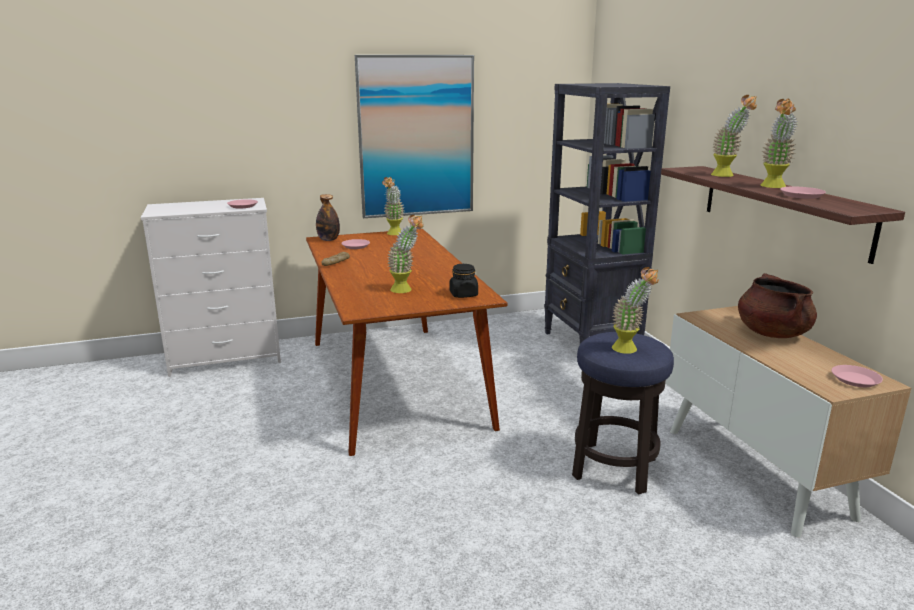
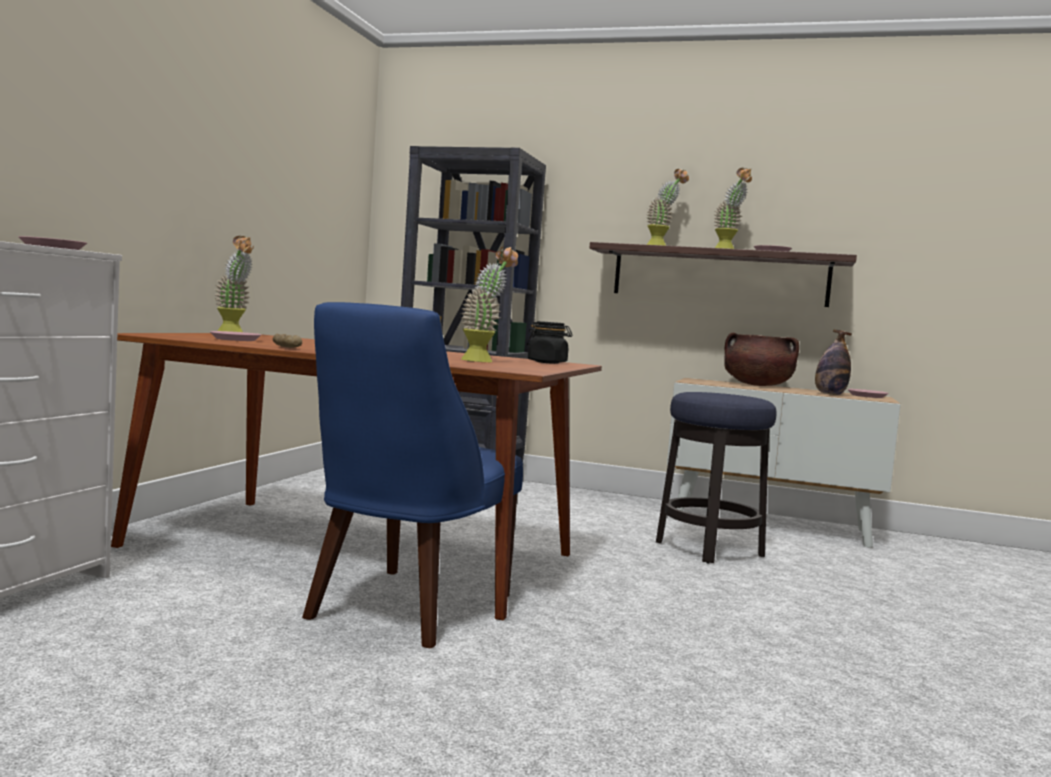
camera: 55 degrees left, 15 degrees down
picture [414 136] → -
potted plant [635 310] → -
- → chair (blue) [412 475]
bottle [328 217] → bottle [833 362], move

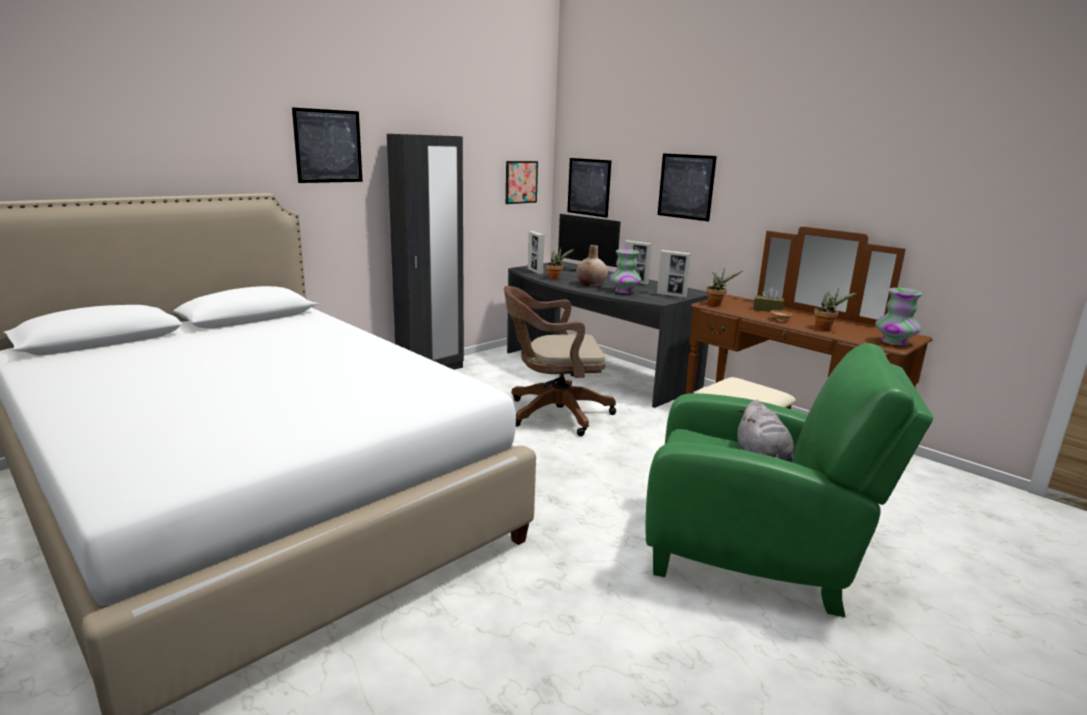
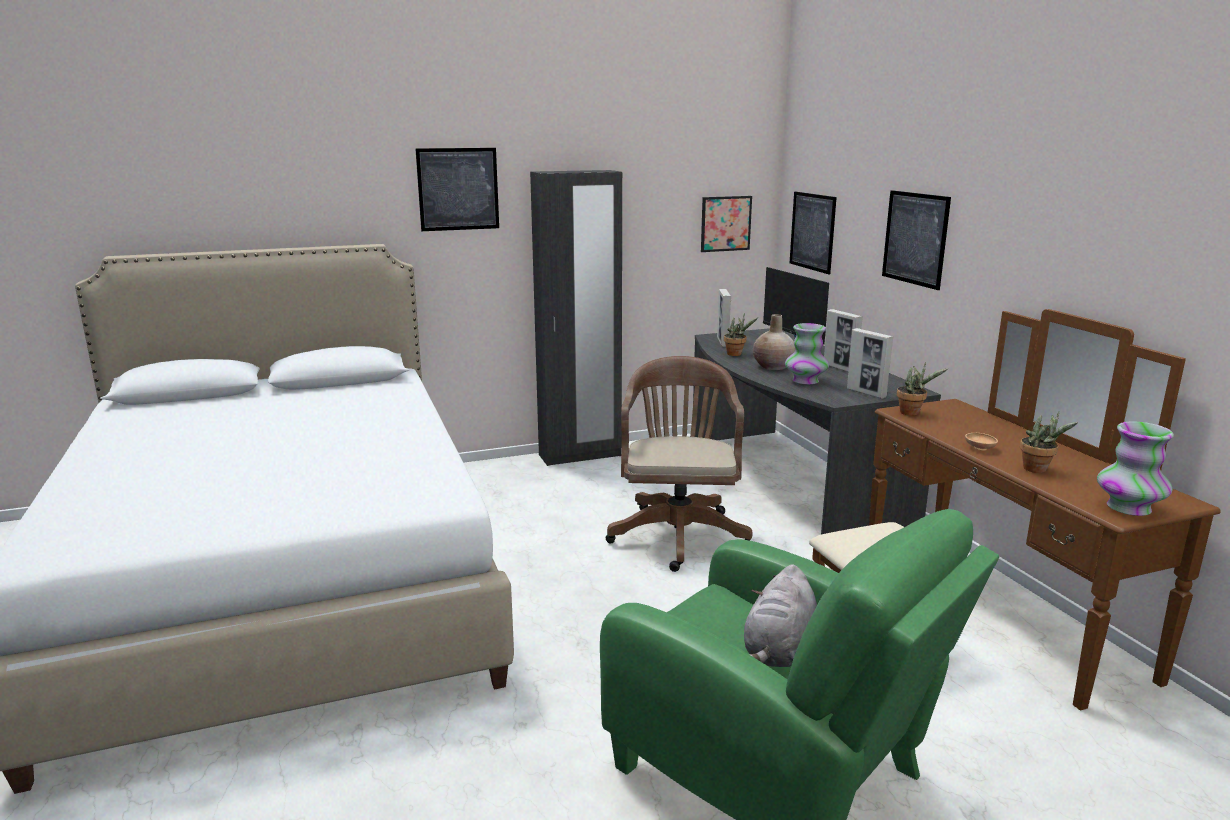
camera: 25 degrees right, 0 degrees up
tissue box (brown) [768 299] → -
office chair (brown) [560 361] → office chair (brown) [679 464], 75 degrees clockwise

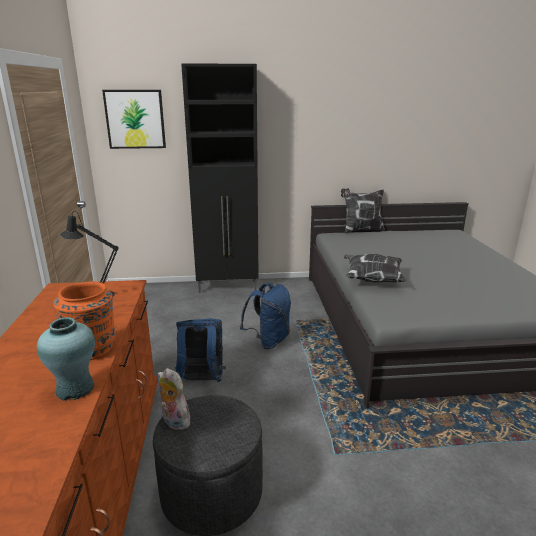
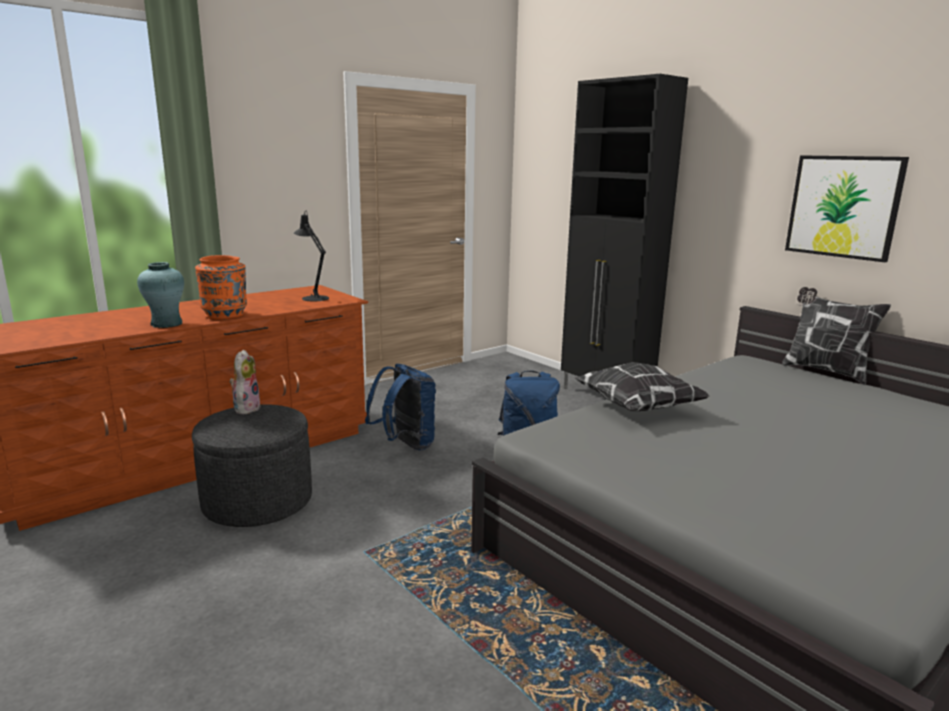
camera: 55 degrees right, 5 degrees down
picture [134 119] → picture [847 208], move

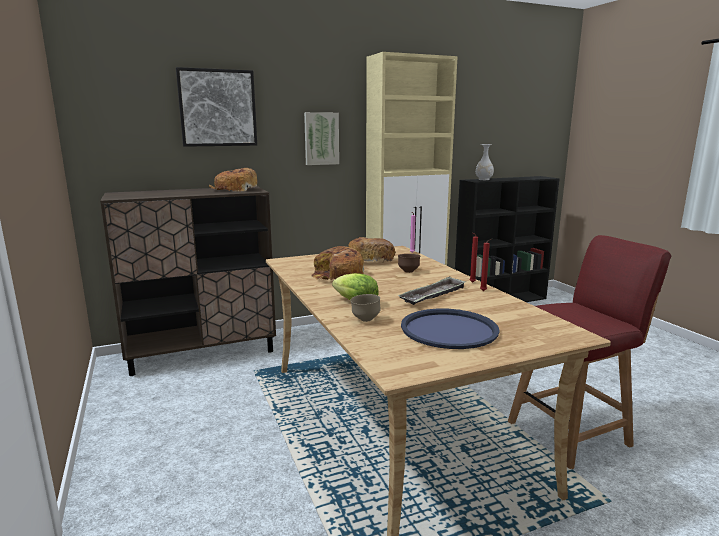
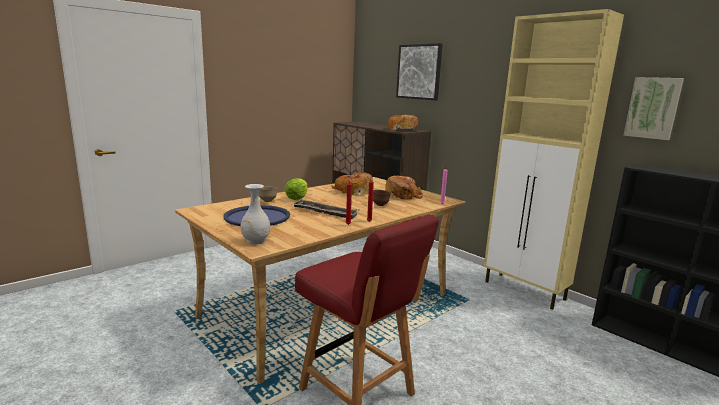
camera: 70 degrees right, 0 degrees up
picture [321 138] → picture [653 108], move
vase (white) [485 162] → vase (white) [255 214], move

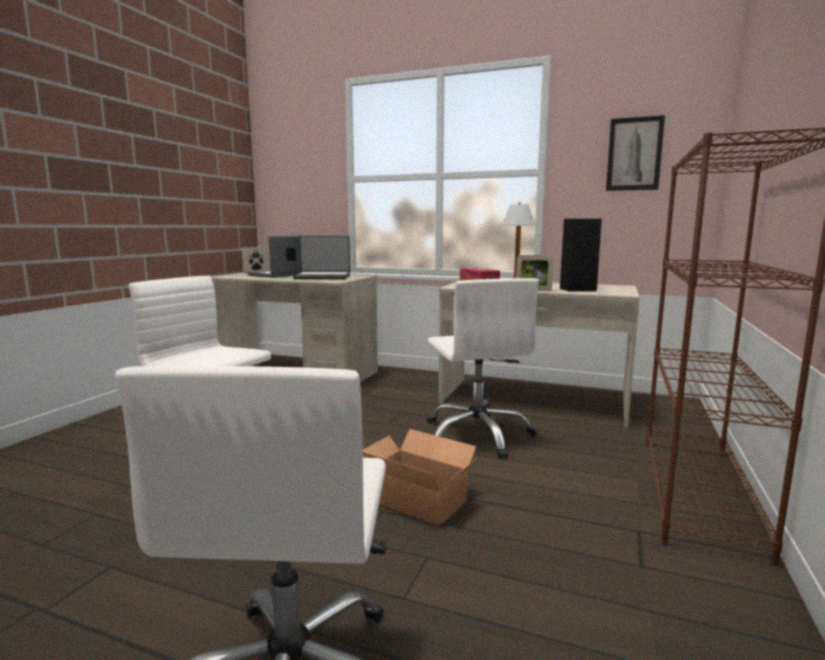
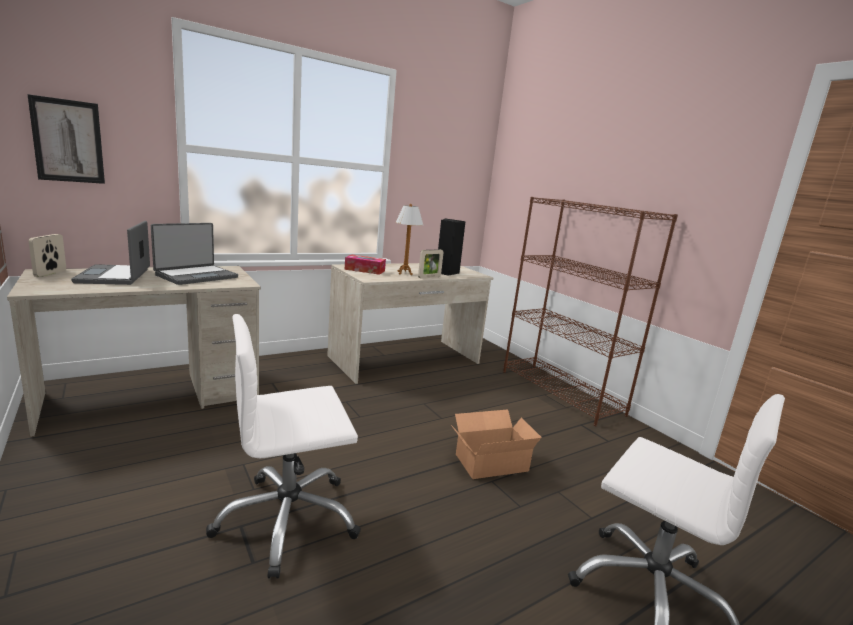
camera: 55 degrees left, 5 degrees up
office chair (white) [483 368] → -
picture [635 153] → picture [66 139], move

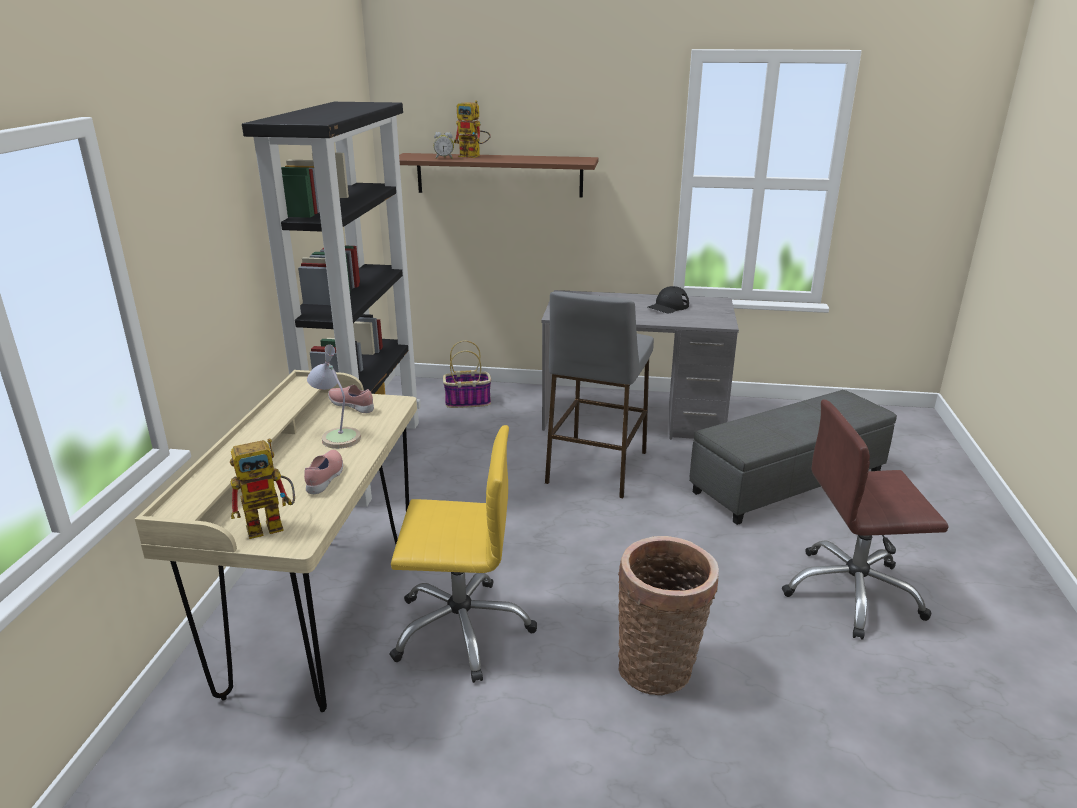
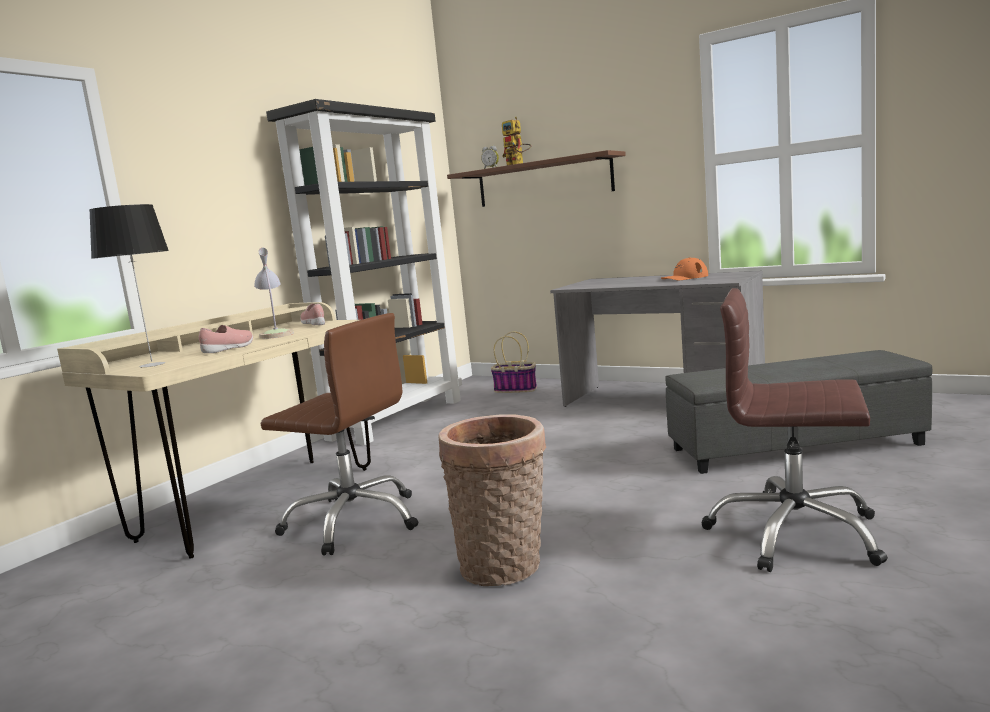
camera: 25 degrees right, 15 degrees down
stool (grey) [599 394] → -
toy robot [262 489] → table lamp [129 286]
office chair (yellow) [463 554] → office chair (brown) [339 434]
cap (black) [668 299] → cap (orange) [684 268]

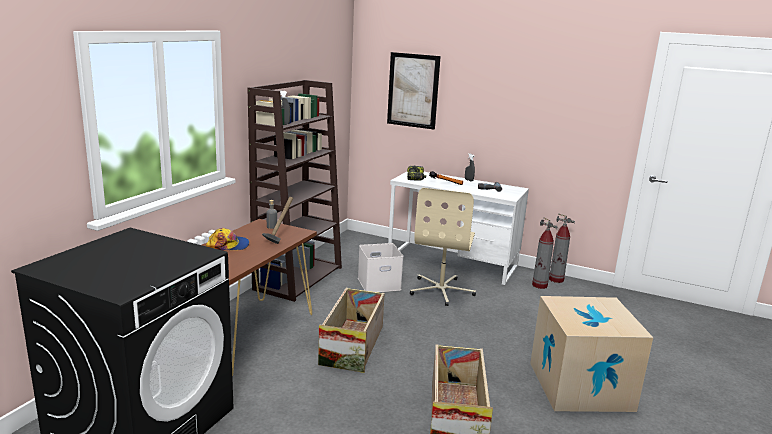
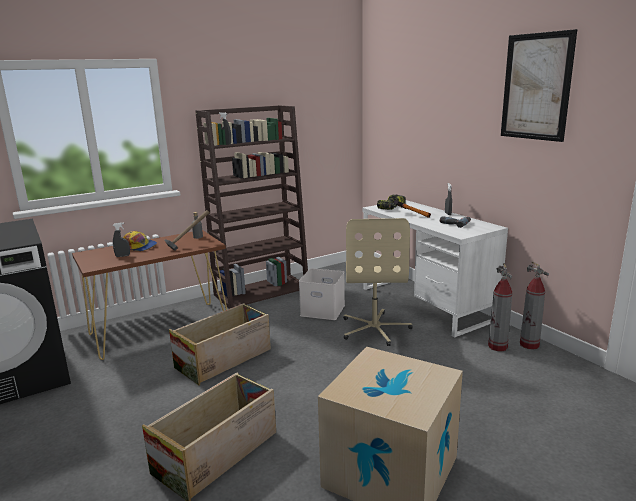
camera: 35 degrees right, 0 degrees up
- → spray bottle (grey) [121 239]
picture [414 91] → picture [539 85], move
office chair (beige) [443 247] → office chair (beige) [378 282], 45 degrees counterclockwise

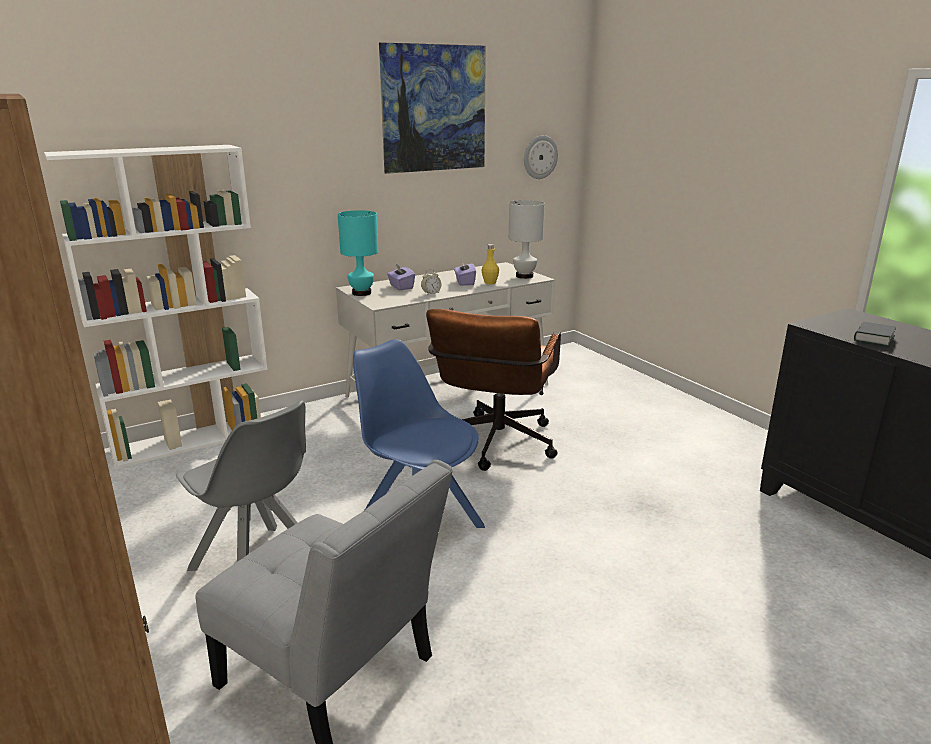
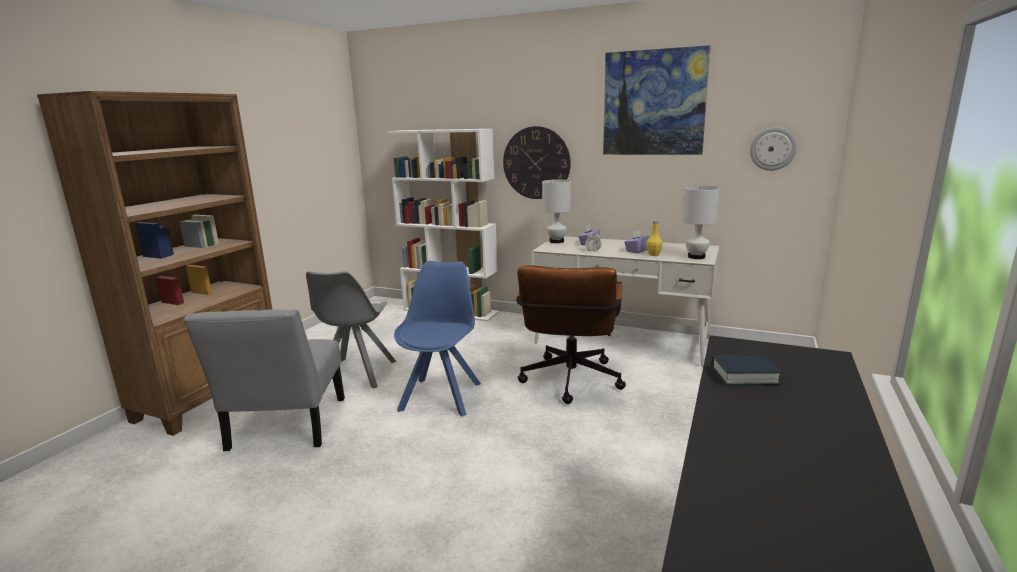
camera: 55 degrees right, 5 degrees down
- → wall clock [537 162]
table lamp (turquoise) [358 253] → table lamp (white) [556 211]
office chair (brown) [493 390] → office chair (brown) [571 334], 60 degrees counterclockwise

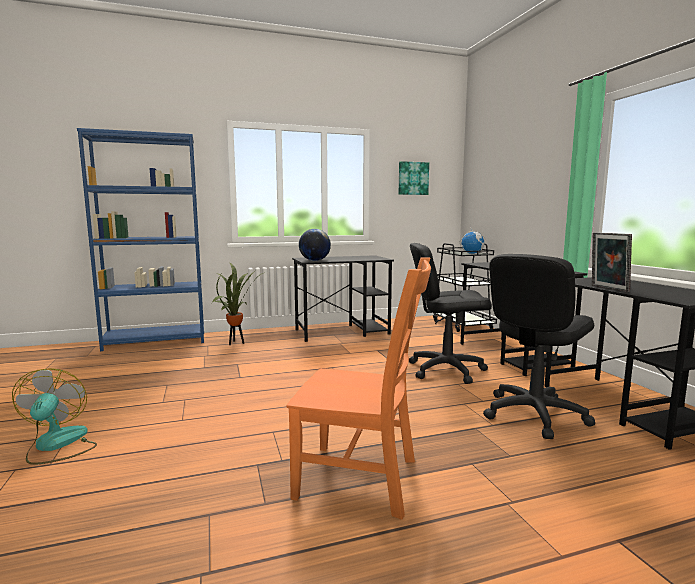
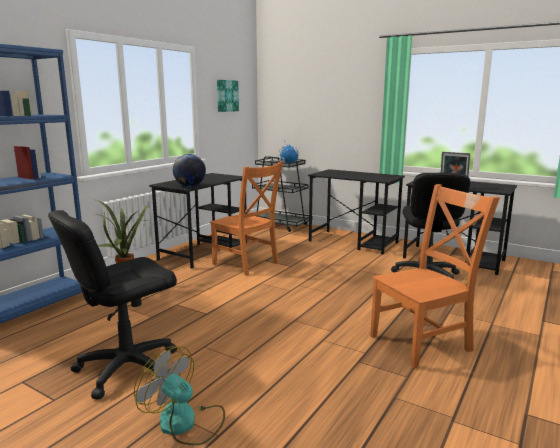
camera: 40 degrees left, 5 degrees up
- → chair (orange) [246 219]
office chair (black) [450 313] → office chair (black) [112 305], move

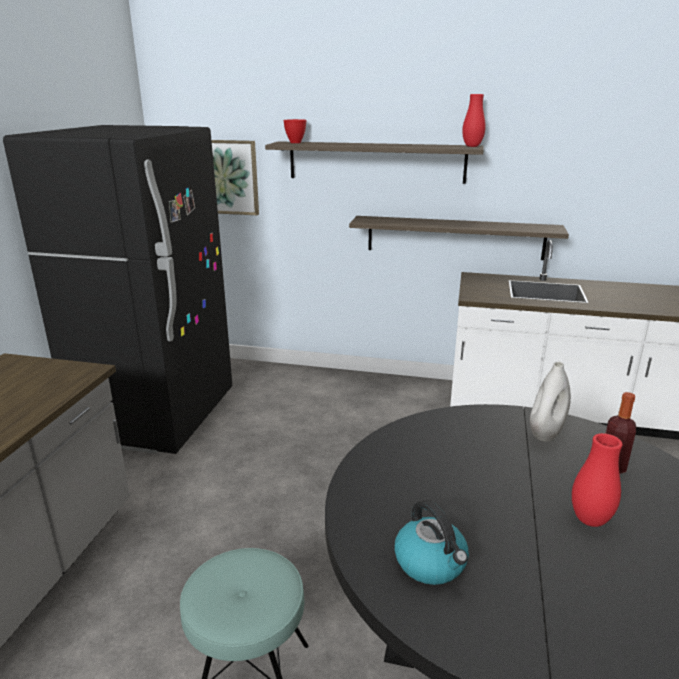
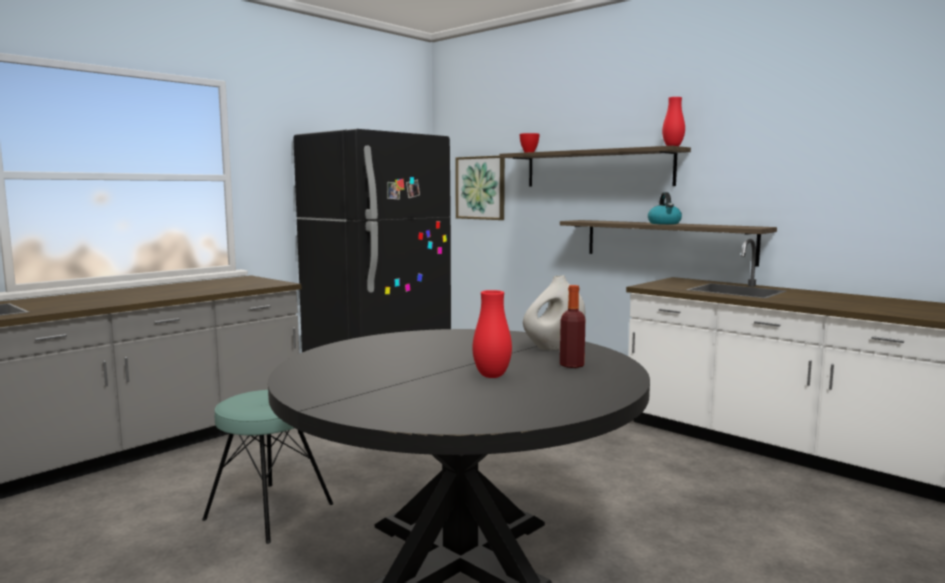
camera: 30 degrees right, 15 degrees down
kettle [431 542] → kettle [665 208], move

